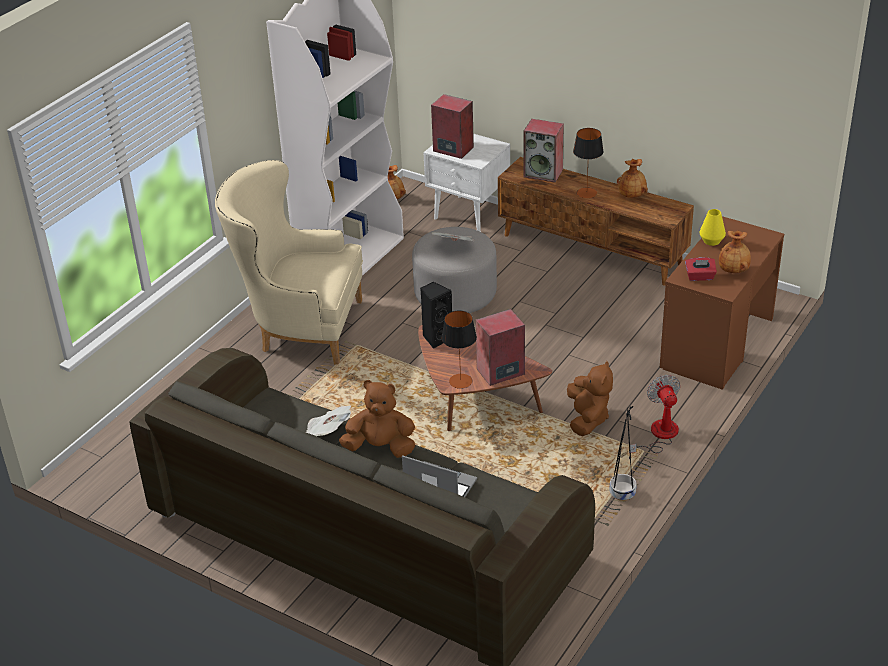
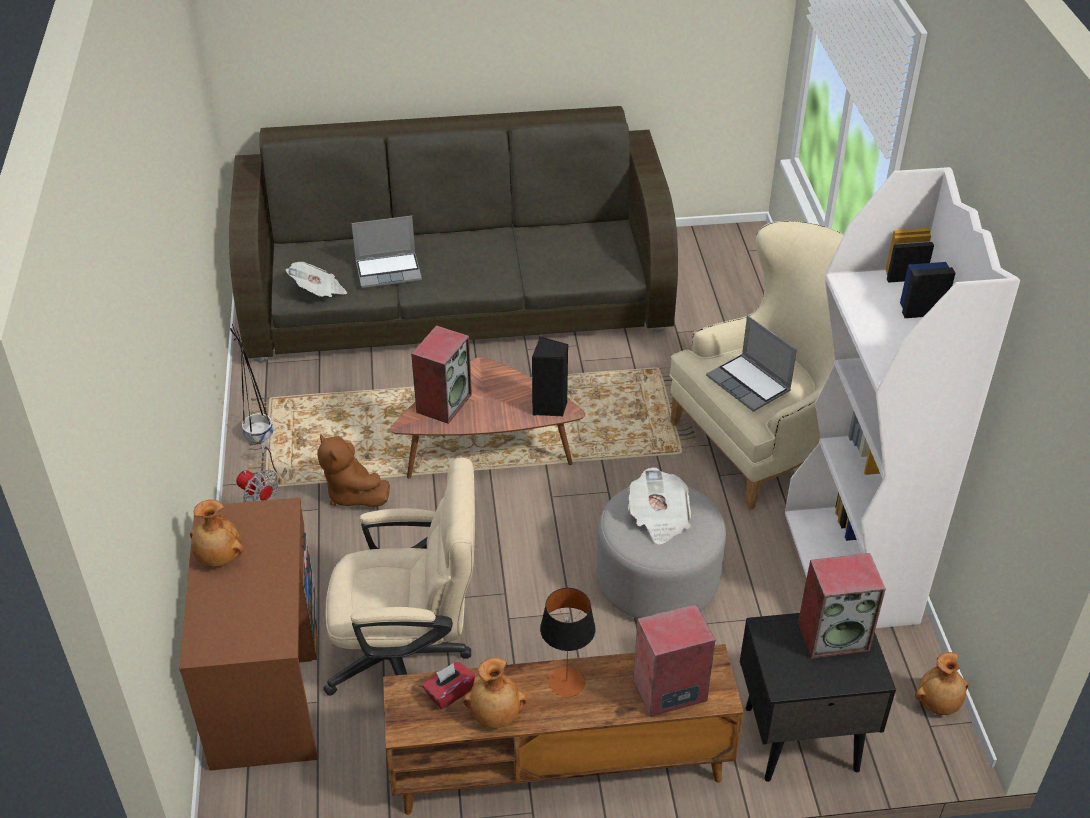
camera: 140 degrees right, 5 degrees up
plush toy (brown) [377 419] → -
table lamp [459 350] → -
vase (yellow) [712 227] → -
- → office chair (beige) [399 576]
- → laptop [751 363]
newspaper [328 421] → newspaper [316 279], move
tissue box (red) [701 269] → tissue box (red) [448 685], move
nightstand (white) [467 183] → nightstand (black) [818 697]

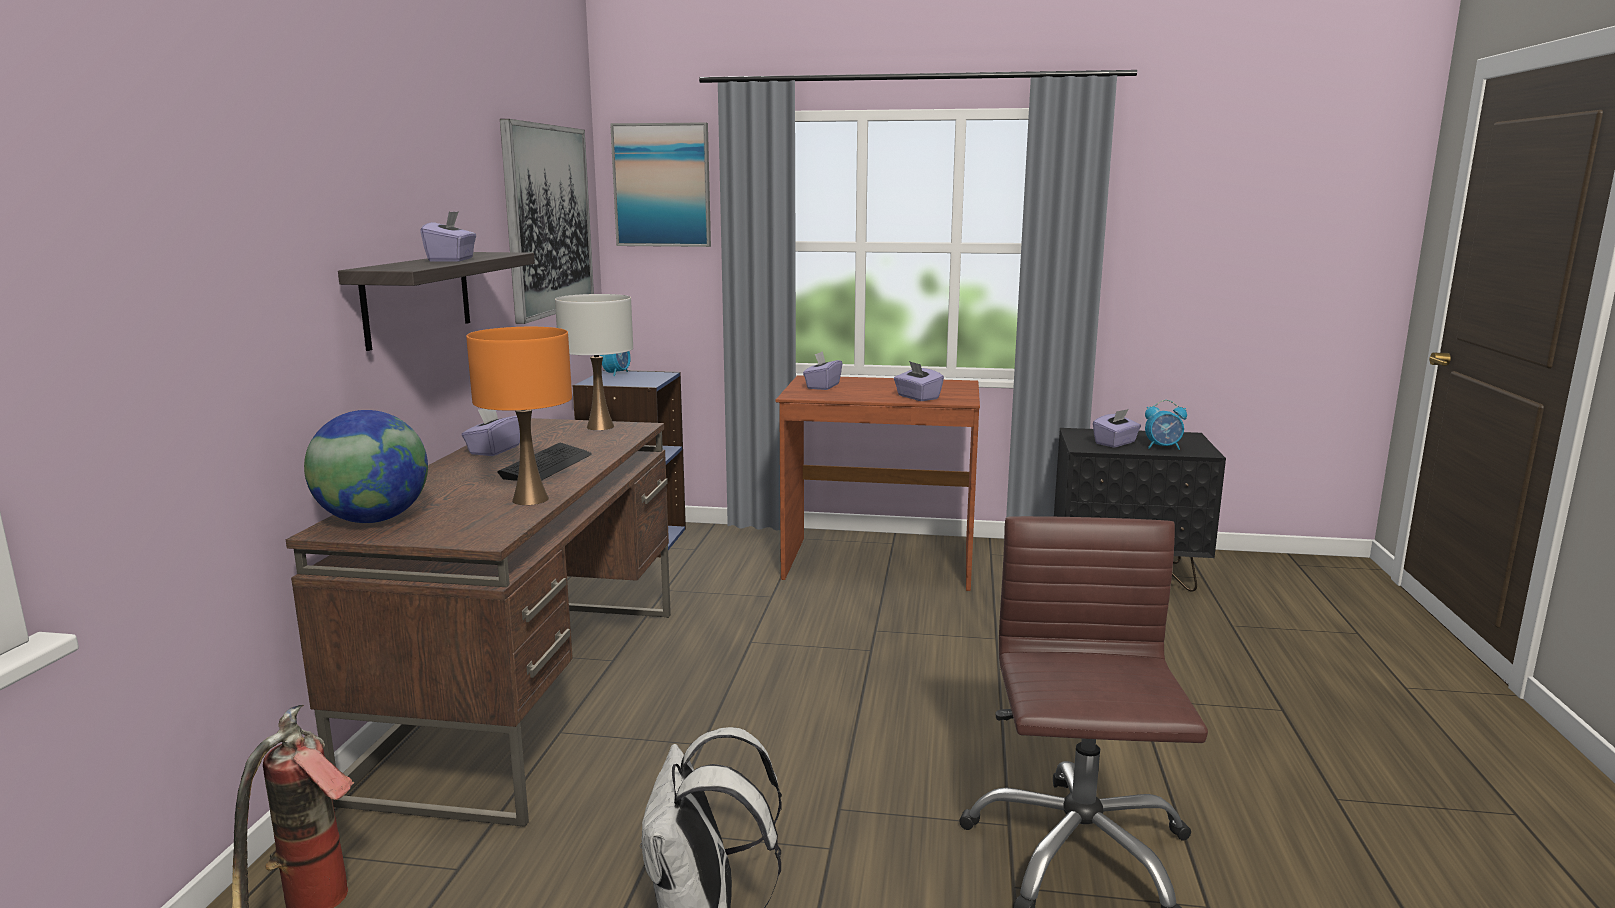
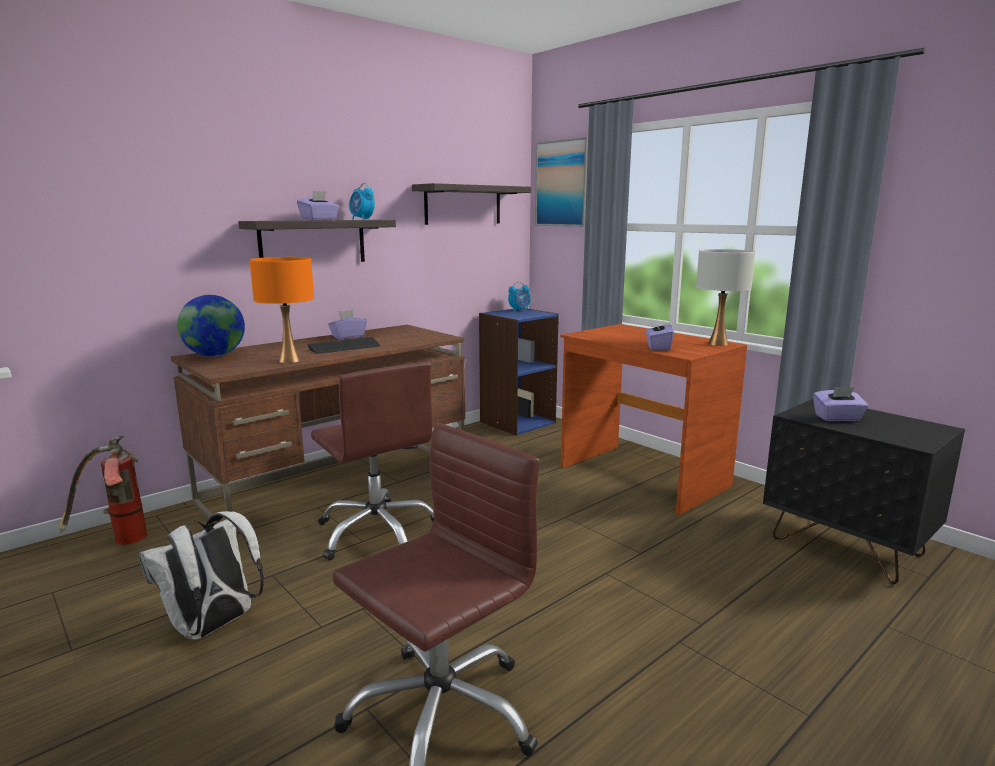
camera: 40 degrees right, 0 degrees up
tissue box (purple) [822 370] → -
- → office chair (brown) [373 461]
table lamp (white) [594 362] → table lamp (white) [725 297], move
alarm clock [1166 425] → alarm clock [362 201], move
picture [547 221] → shelf [471 204]

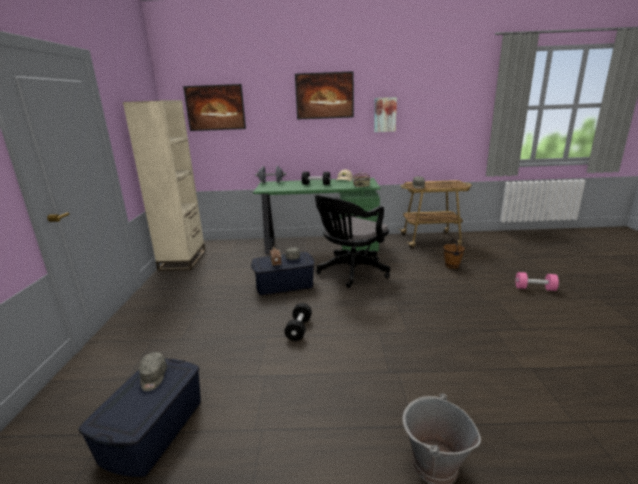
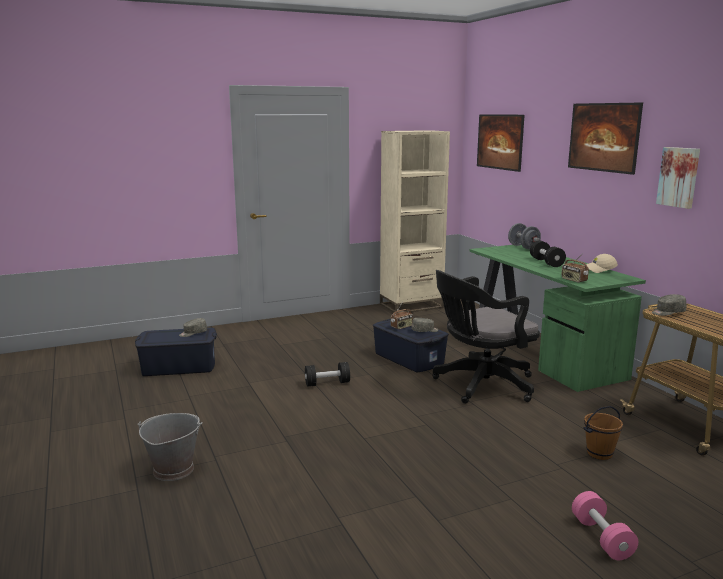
camera: 65 degrees right, 5 degrees down
office chair (black) [352 241] → office chair (black) [486 337], 45 degrees counterclockwise

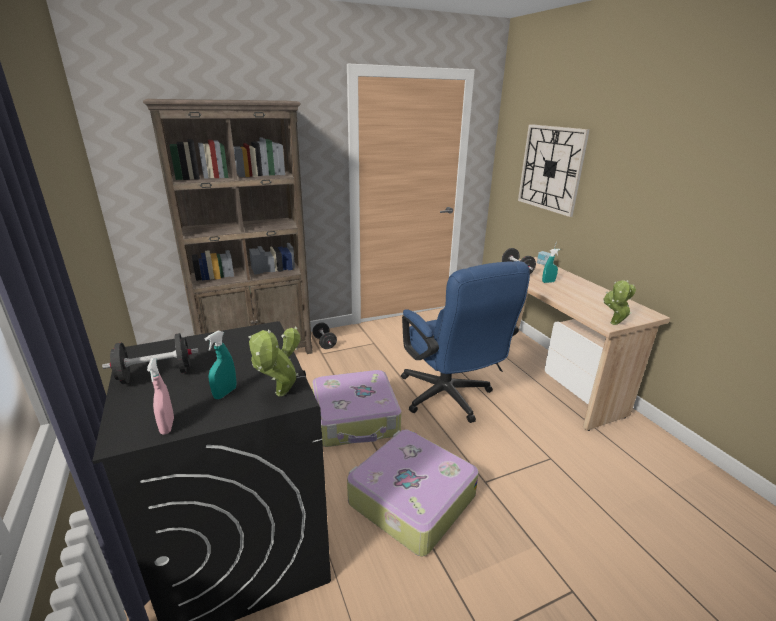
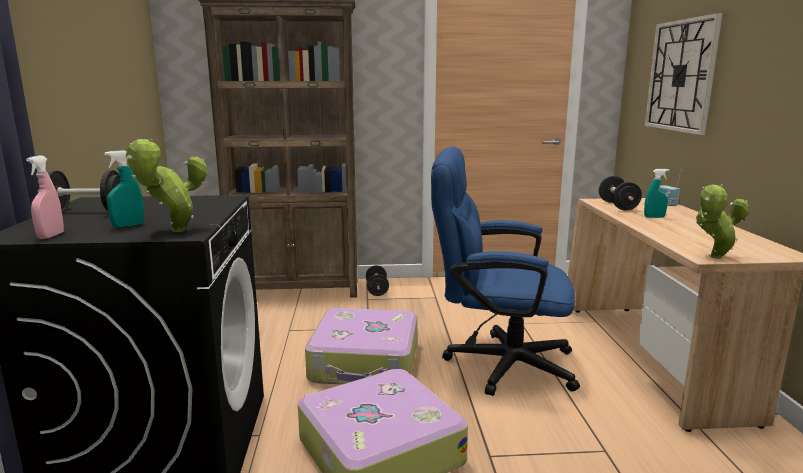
camera: 20 degrees right, 10 degrees down
office chair (blue) [465 342] → office chair (blue) [505 271], 105 degrees clockwise

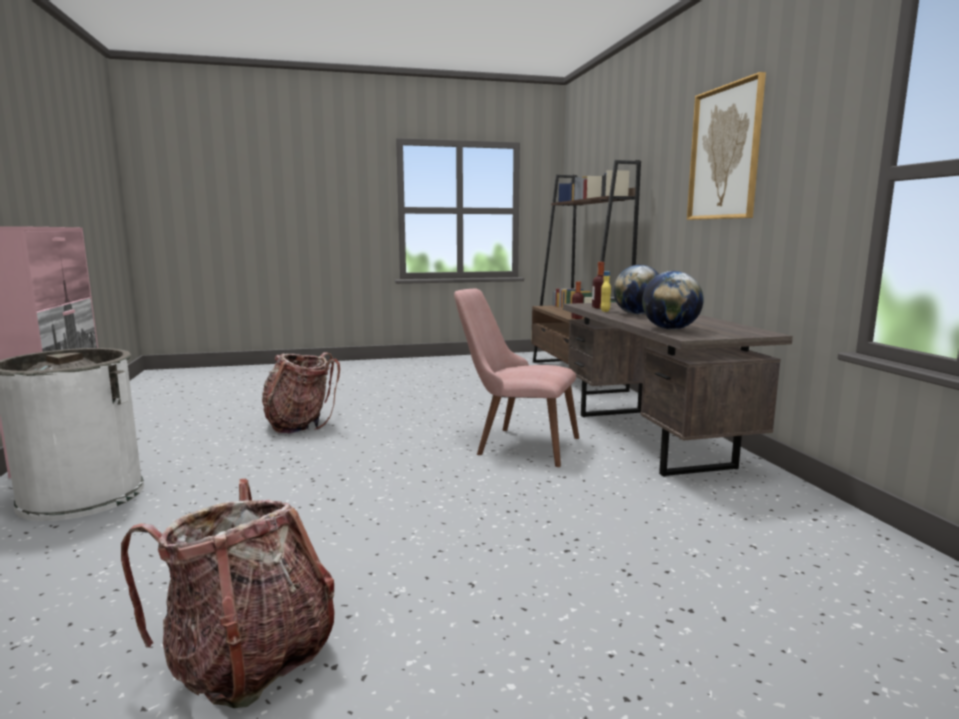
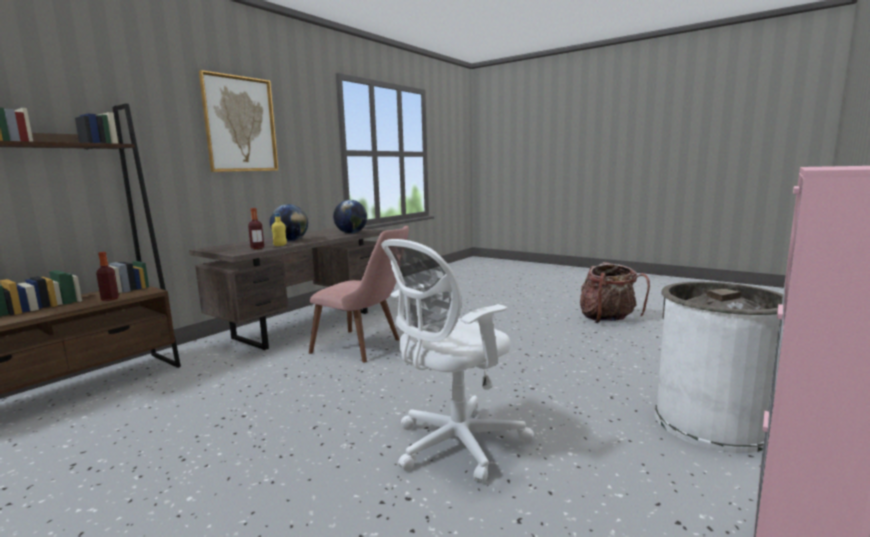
camera: 130 degrees left, 0 degrees up
backpack [301 393] → office chair (white) [457 361]
chair (pink) [516 377] → chair (pink) [359 294], 45 degrees counterclockwise

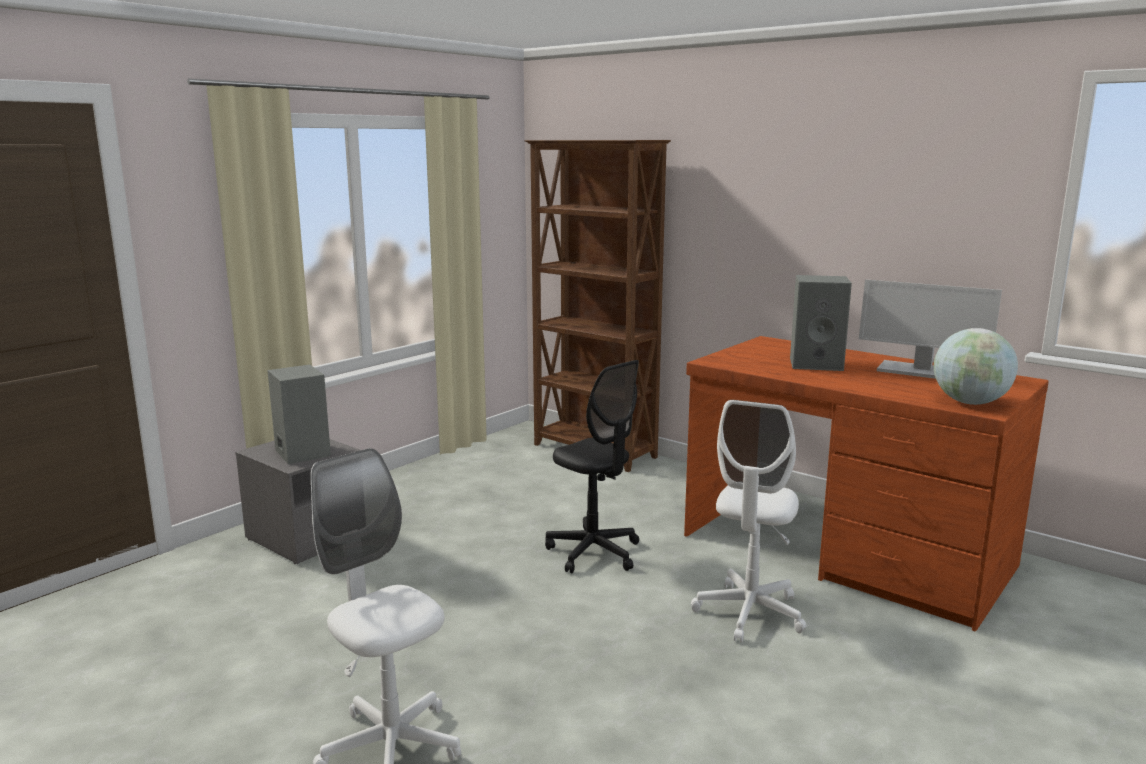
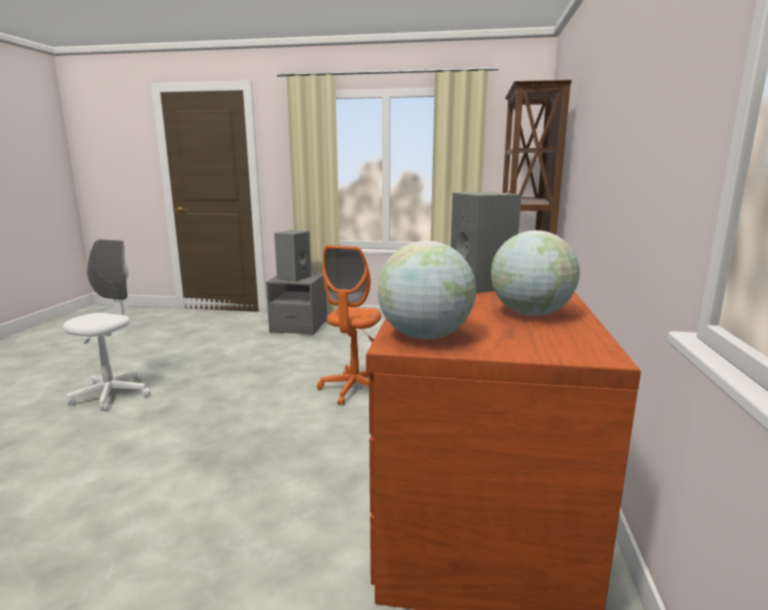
camera: 60 degrees right, 0 degrees up
office chair (white) [748 521] → -
monitor [930 329] → globe [535 273]
office chair (black) [592 466] → office chair (orange) [349 325]

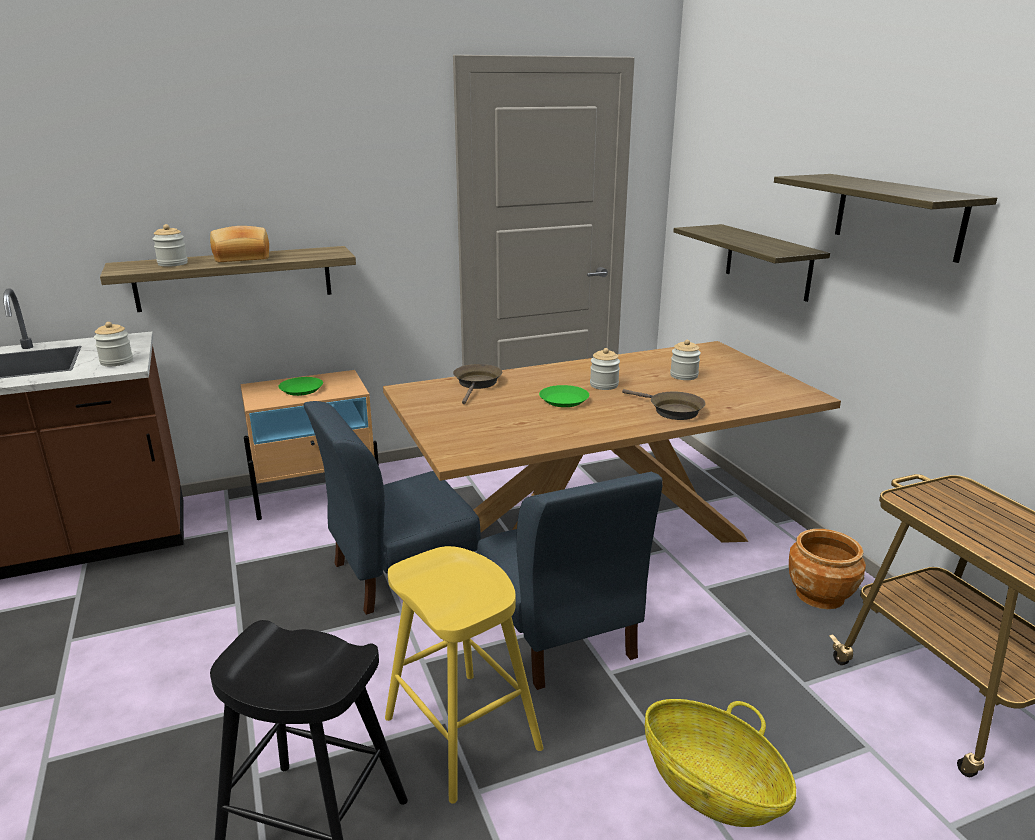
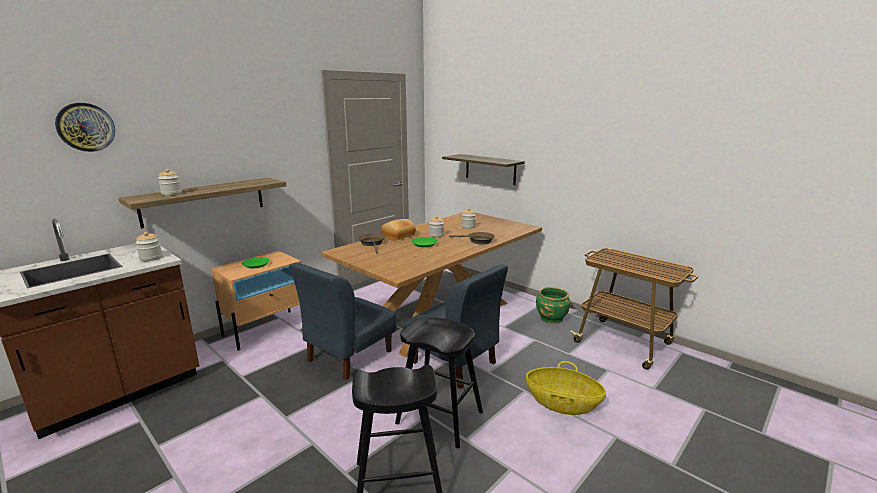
camera: 25 degrees left, 5 degrees down
shelf [885 218] → -
- → wall clock [85 127]
bread [239 244] → bread [398 229], move
stool (yellow) [464 675] → stool (black) [439 382]
planter (brown) [827 569] → planter (green) [553 305]

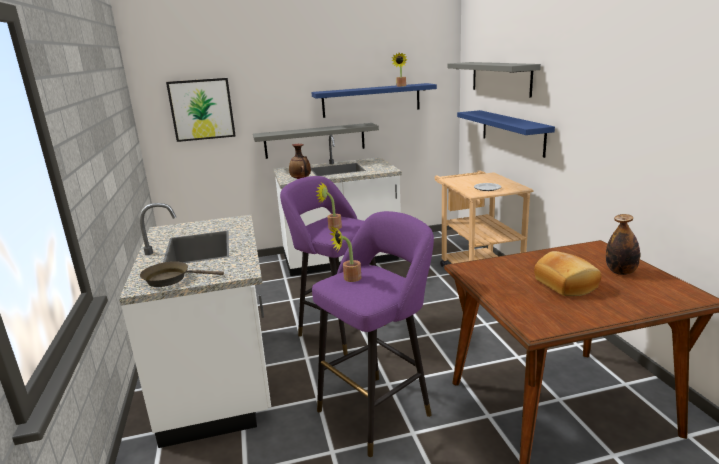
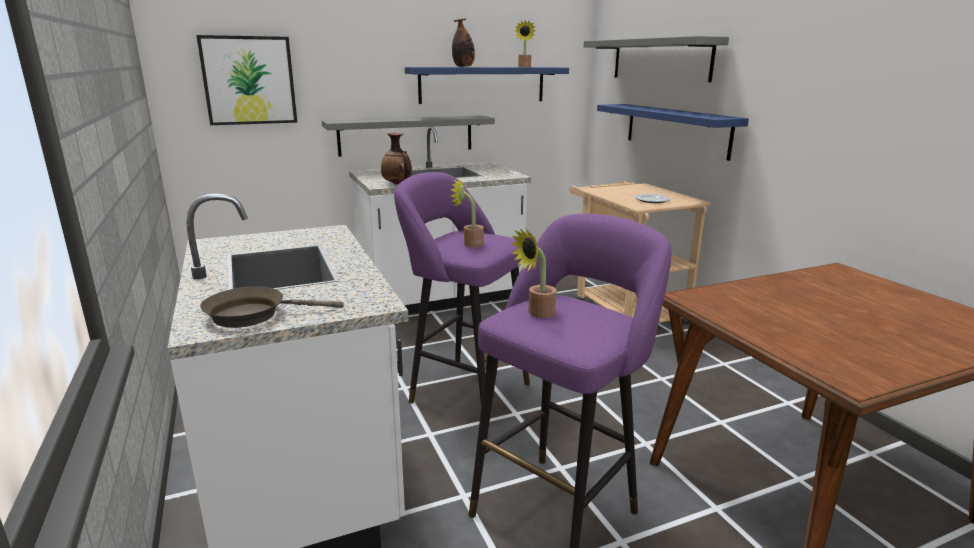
camera: 10 degrees left, 0 degrees up
bread [568 273] → -
bottle [623 244] → bottle [463 43], move

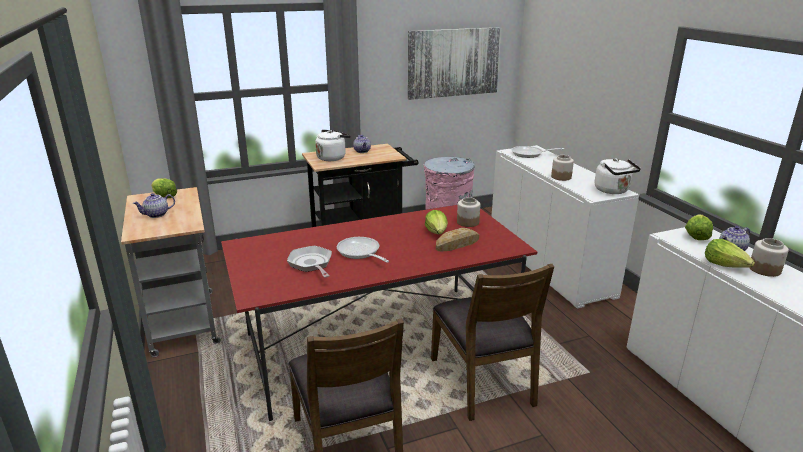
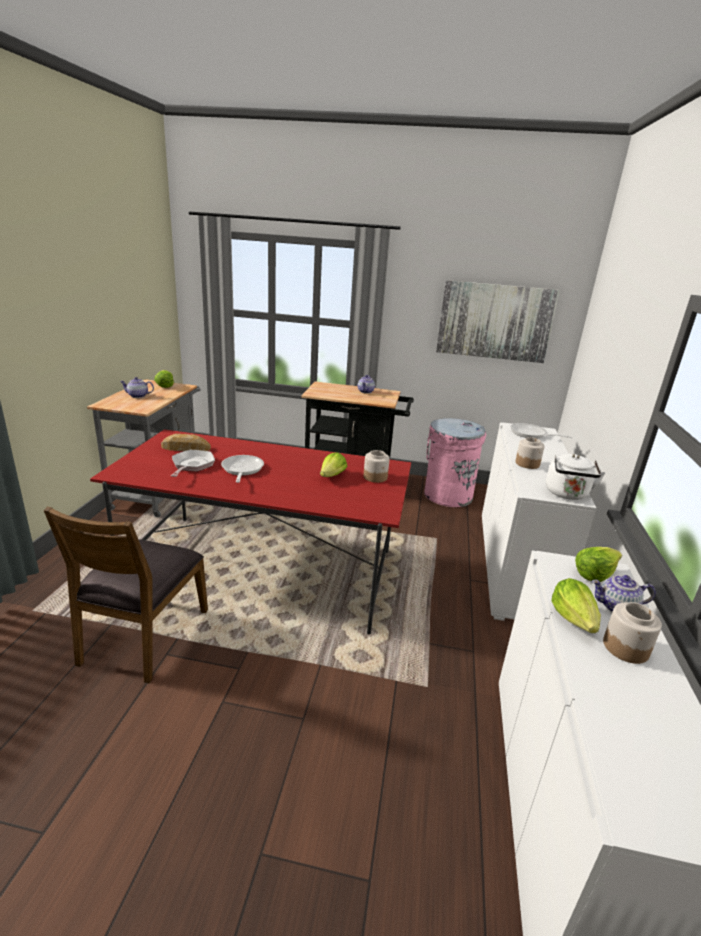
camera: 30 degrees right, 0 degrees up
kettle (white) [333 145] → -
chair (brown) [492 342] → -
bread [457 239] → bread [186 442], move

